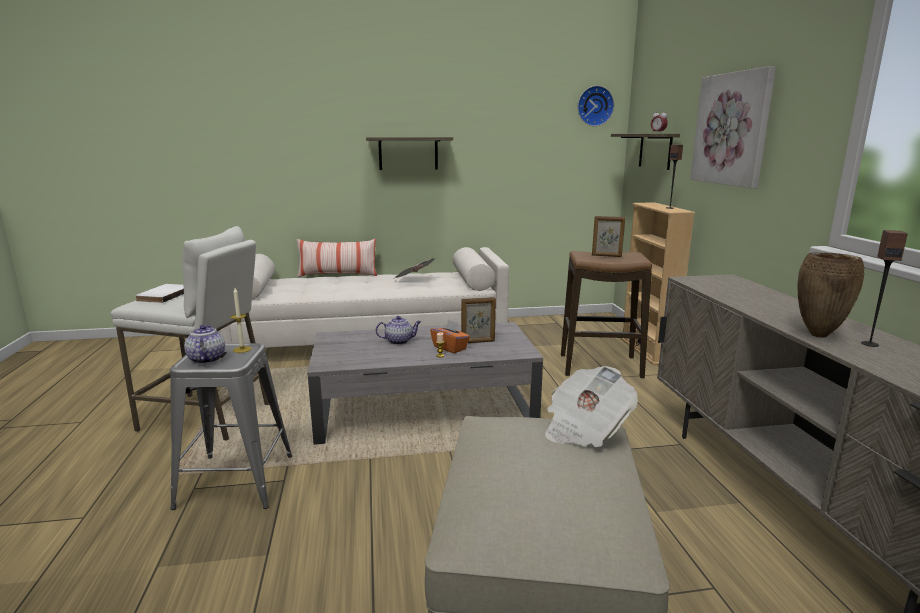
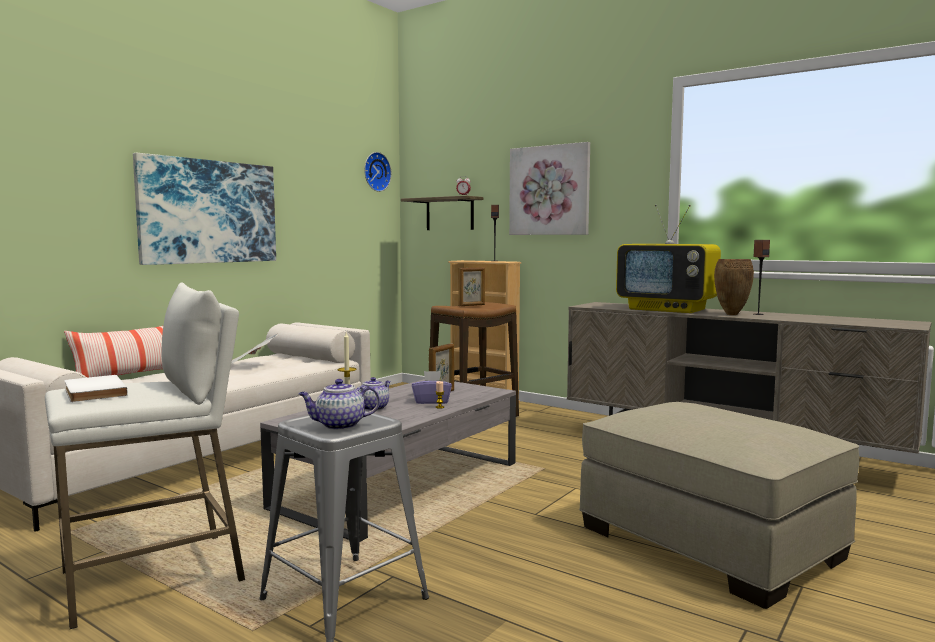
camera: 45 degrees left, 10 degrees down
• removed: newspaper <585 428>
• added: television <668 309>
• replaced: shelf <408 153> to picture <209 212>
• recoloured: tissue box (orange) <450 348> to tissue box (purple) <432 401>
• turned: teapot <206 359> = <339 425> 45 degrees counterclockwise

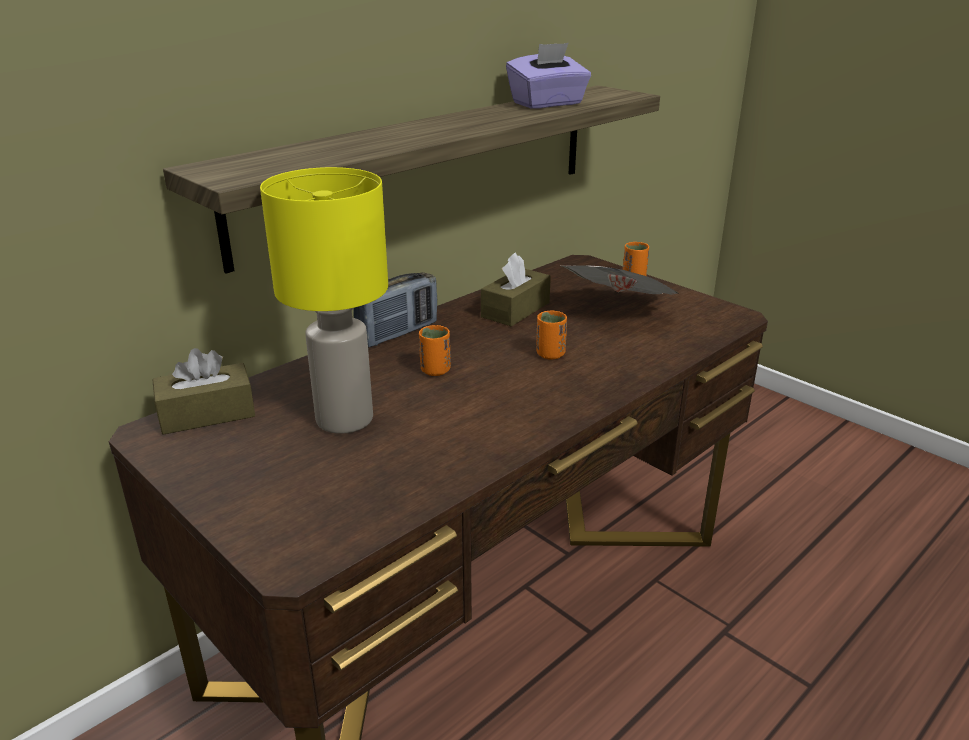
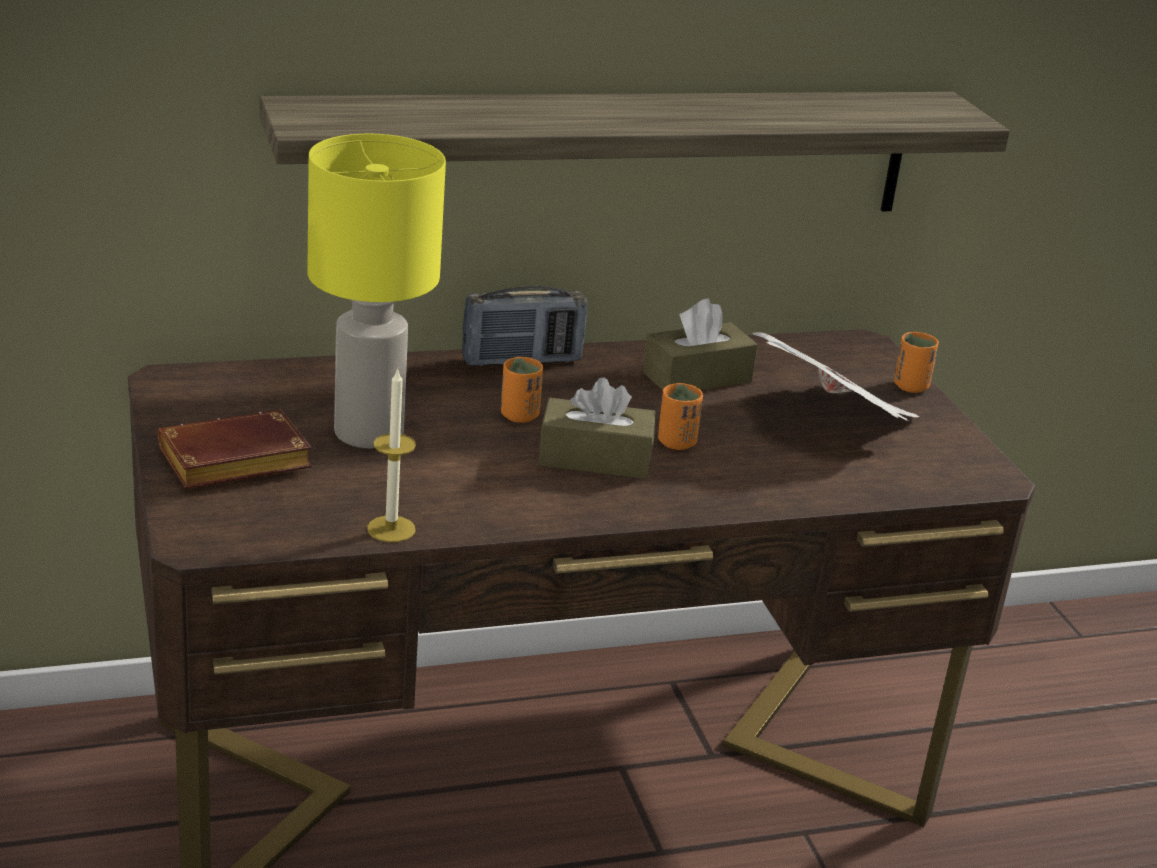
camera: 25 degrees right, 0 degrees up
• removed: tissue box (purple) <547 104>
• added: book (brown) <231 464>
• added: candle <391 529>
• moved: tissue box (brown) <207 414> to <595 458>

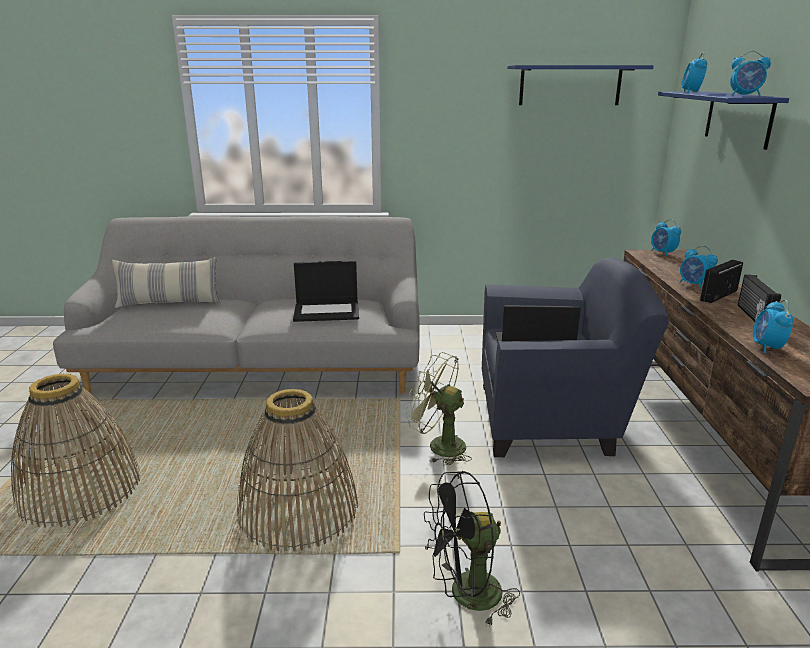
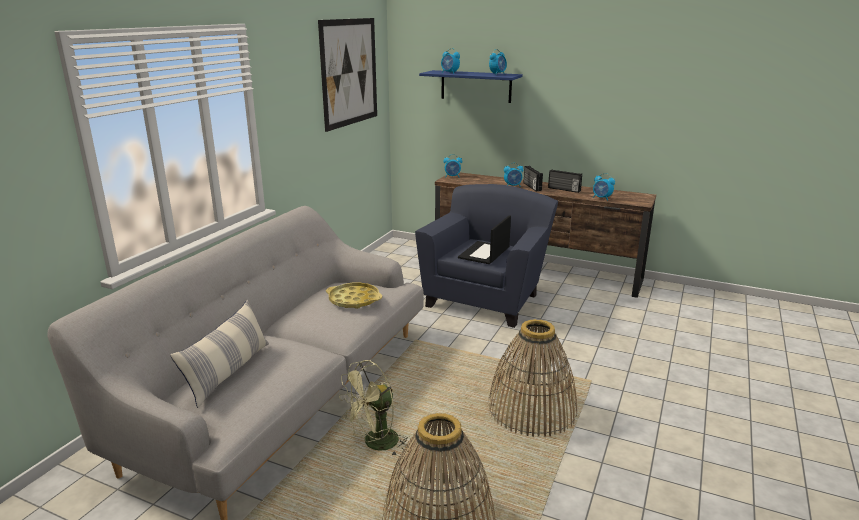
camera: 65 degrees left, 0 degrees up
• removed: fan (black) <466 596>
• moved: fan (green) <438 446> to <375 444>
• replaced: laptop <327 311> to tray (yellow) <354 300>
• replaced: shelf (blue) <570 85> to picture <349 72>

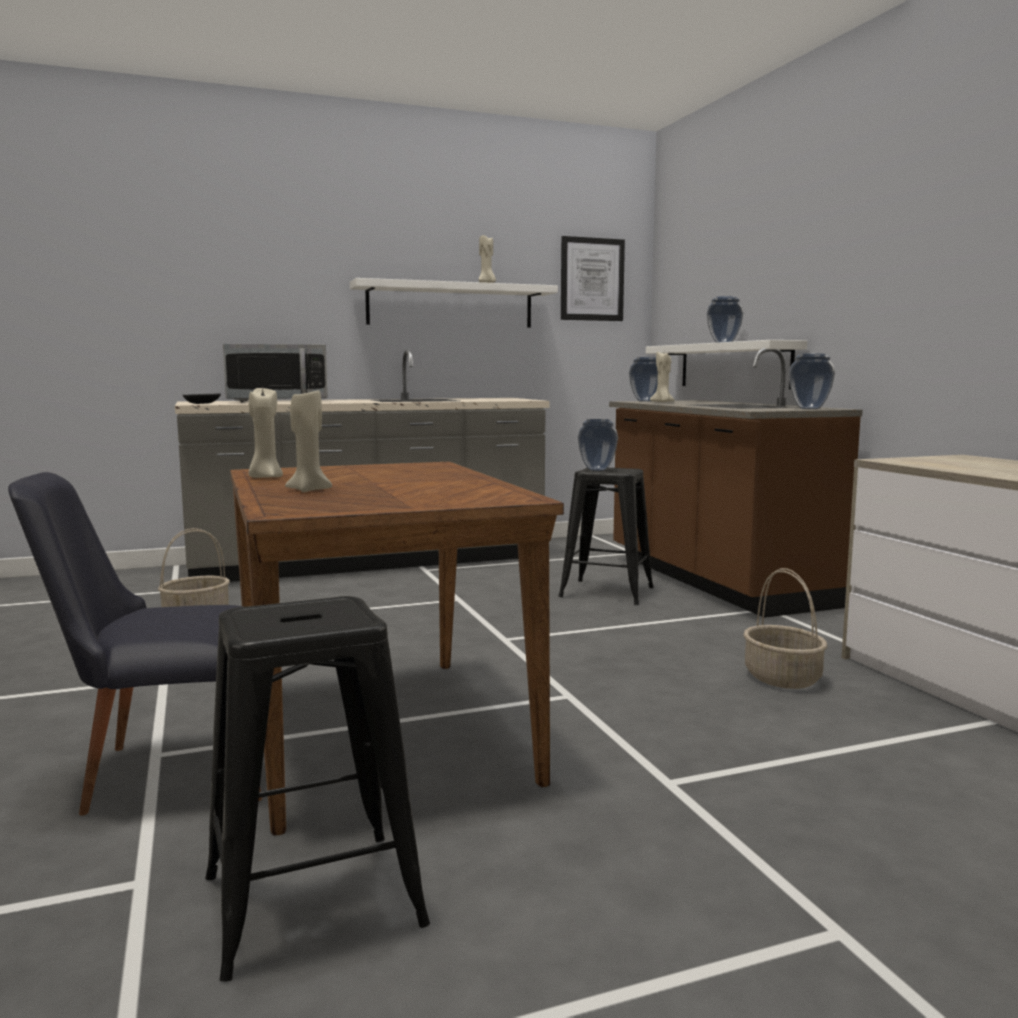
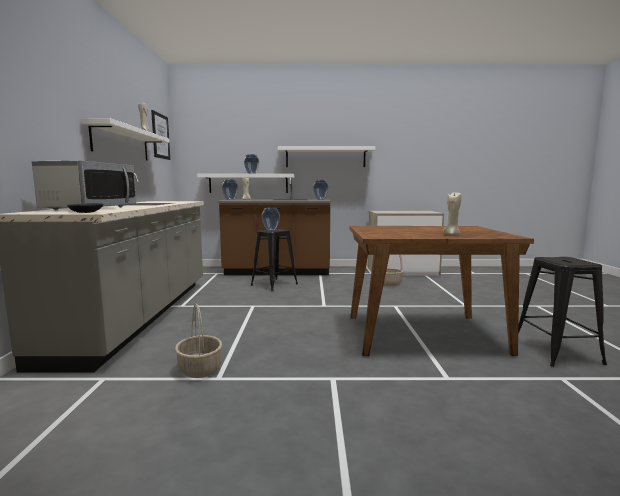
camera: 70 degrees left, 0 degrees up
• removed: chair (black) <162 772>
• removed: candle (beige) <265 477>
• added: shelf (white) <325 157>

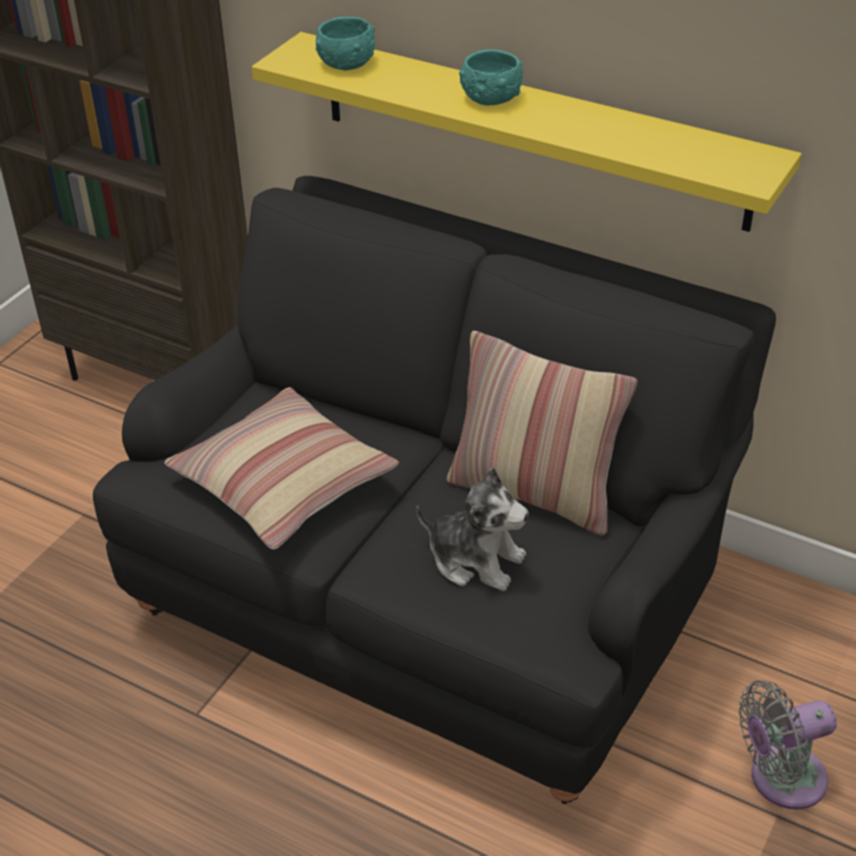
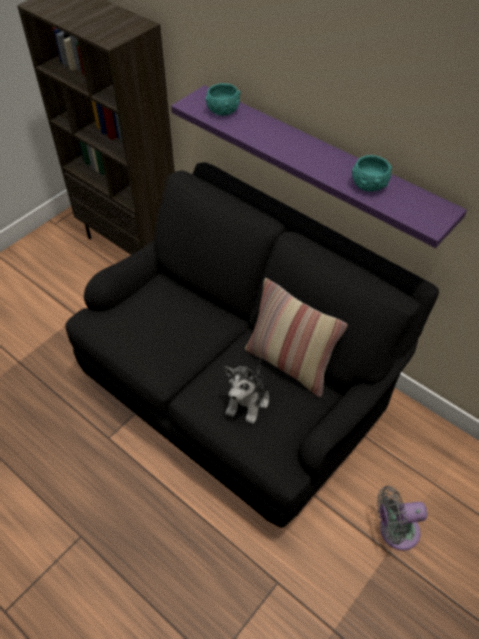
camera: 10 degrees right, 10 degrees up
• removed: pillow <283 482>
• moved: bowl (turquoise) <491 98> to <369 185>
• recoloured: shelf (yellow) <530 130> to shelf (purple) <319 163>
• turned: plush toy <475 560> = <248 400> 75 degrees clockwise

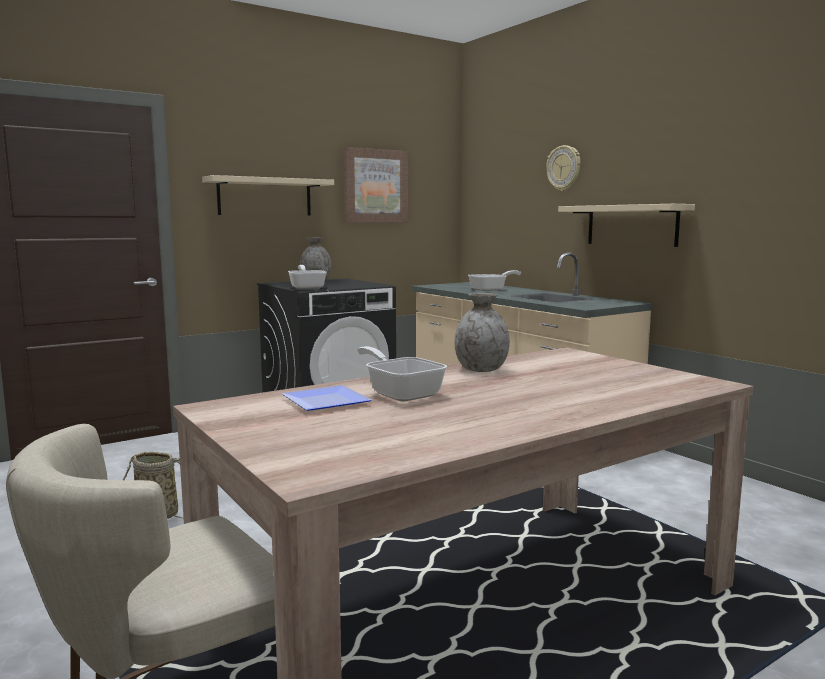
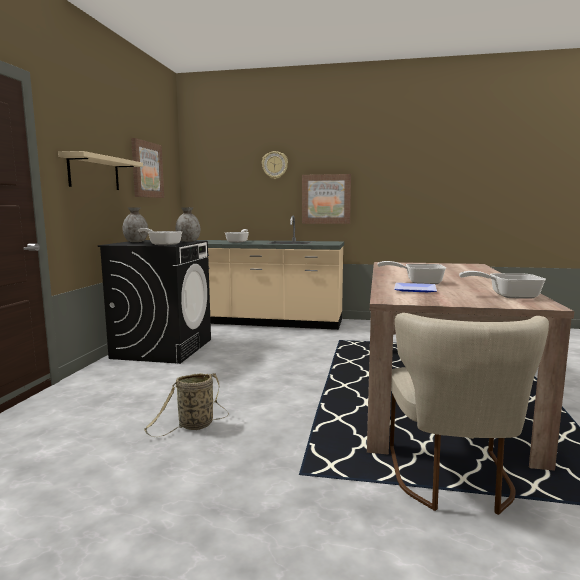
camera: 45 degrees left, 0 degrees up
• added: frying pan <507 296>
• moved: vase (grey) <481 369> to <188 241>
• replaced: shelf (beige) <631 225> to picture <326 199>

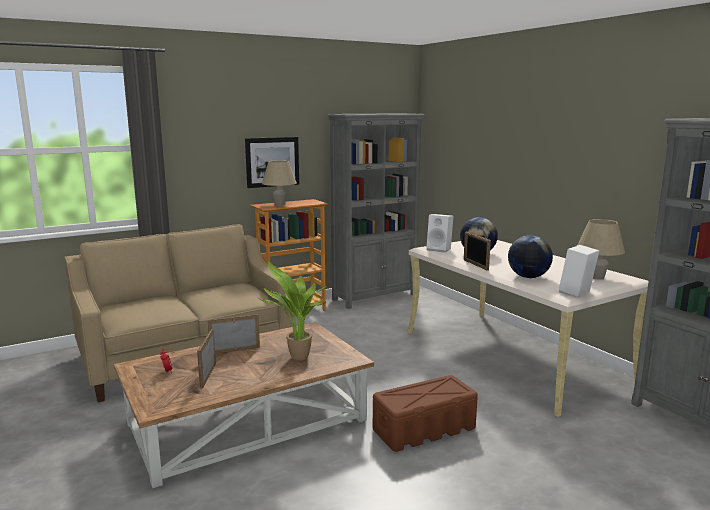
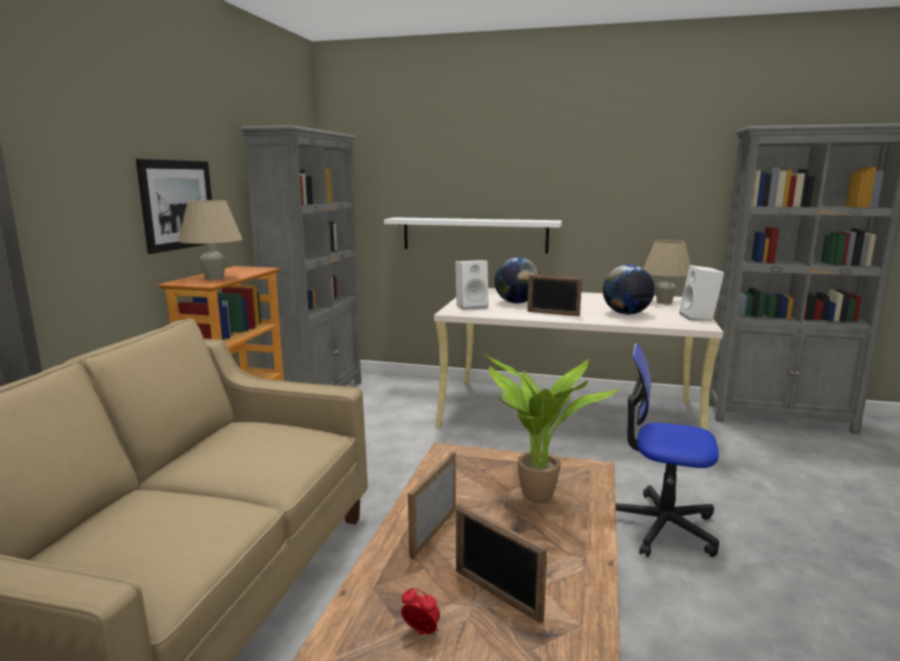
camera: 45 degrees left, 0 degrees up
• added: shelf (white) <474 235>
• replaced: storage box (brown) <424 429> to office chair <661 526>

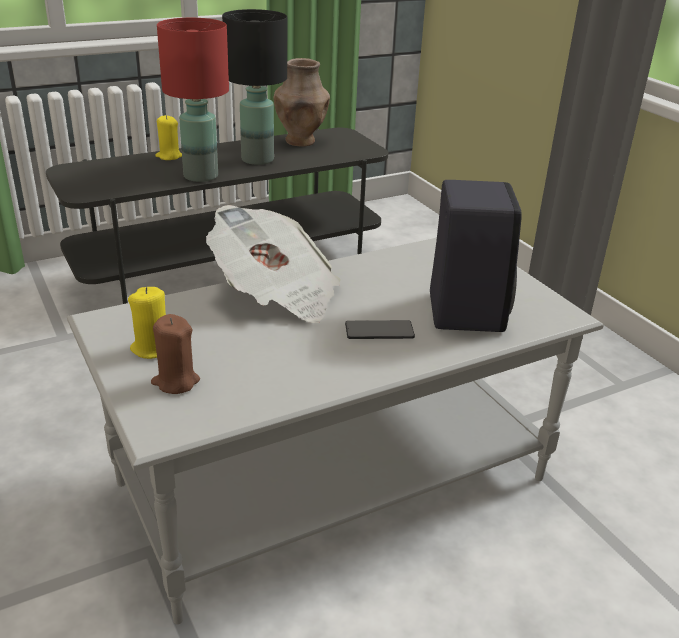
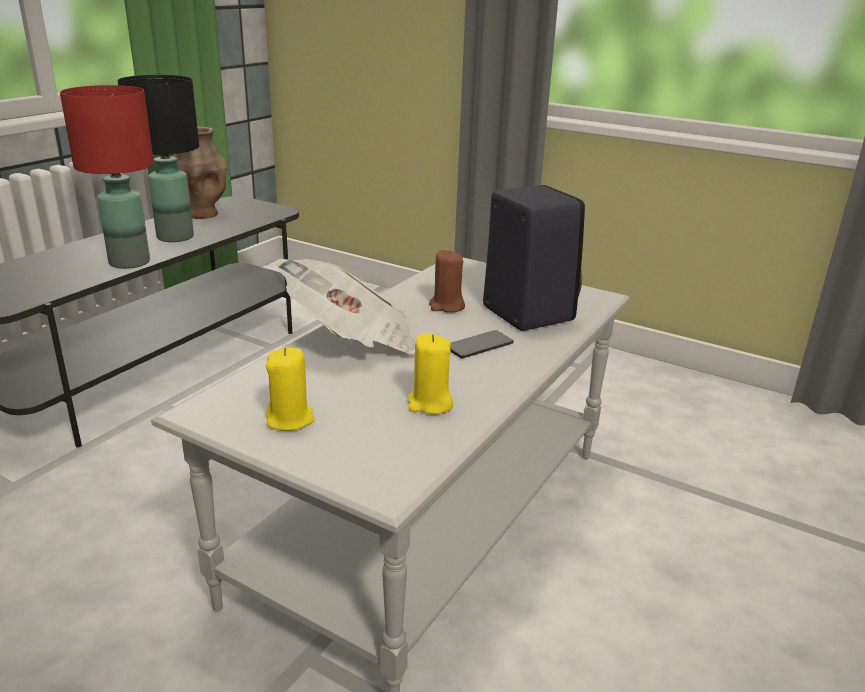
camera: 30 degrees left, 5 degrees down
• moved: candle (brown) <175 381> to <446 306>
• moved: candle (yellow) <169 156> to <430 404>

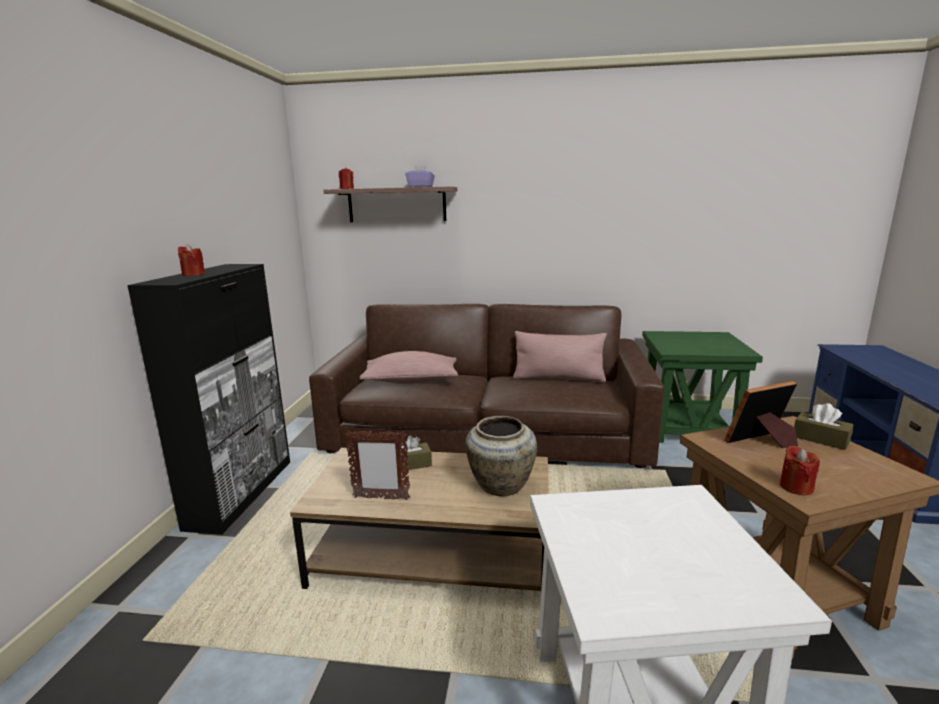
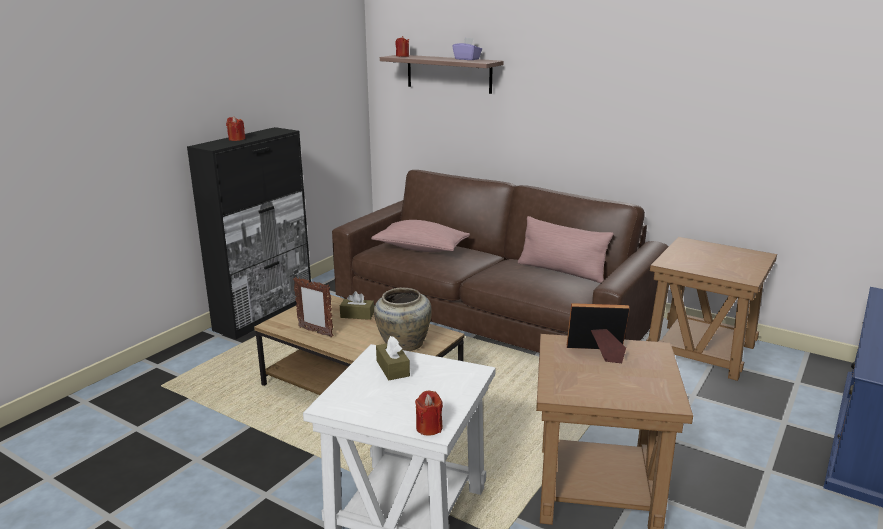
camera: 25 degrees right, 5 degrees up
• moved: candle (red) <796 487> to <429 428>
• moved: tissue box (brown) <820 439> to <392 368>
• recoloured: side table (green) <688 427> to side table (brown) <701 350>

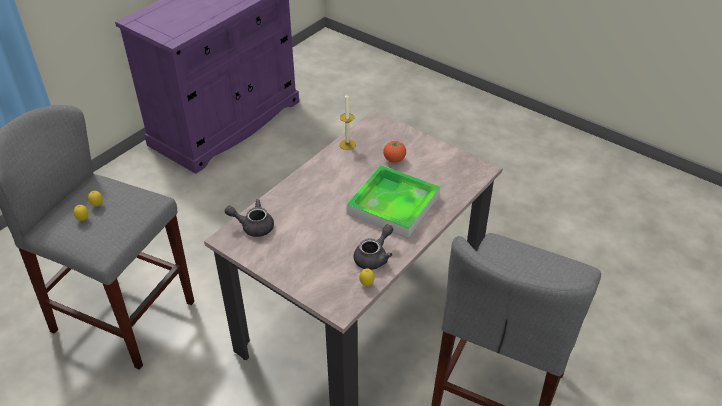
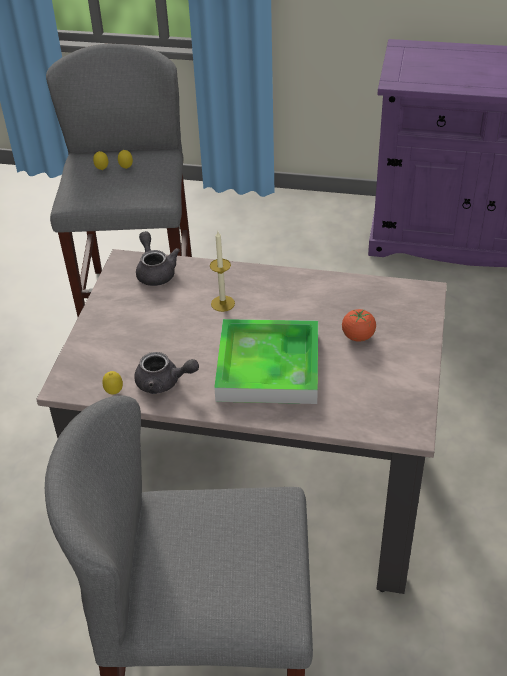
camera: 65 degrees right, 0 degrees up
• moved: candle <347 144> to <222 303>

